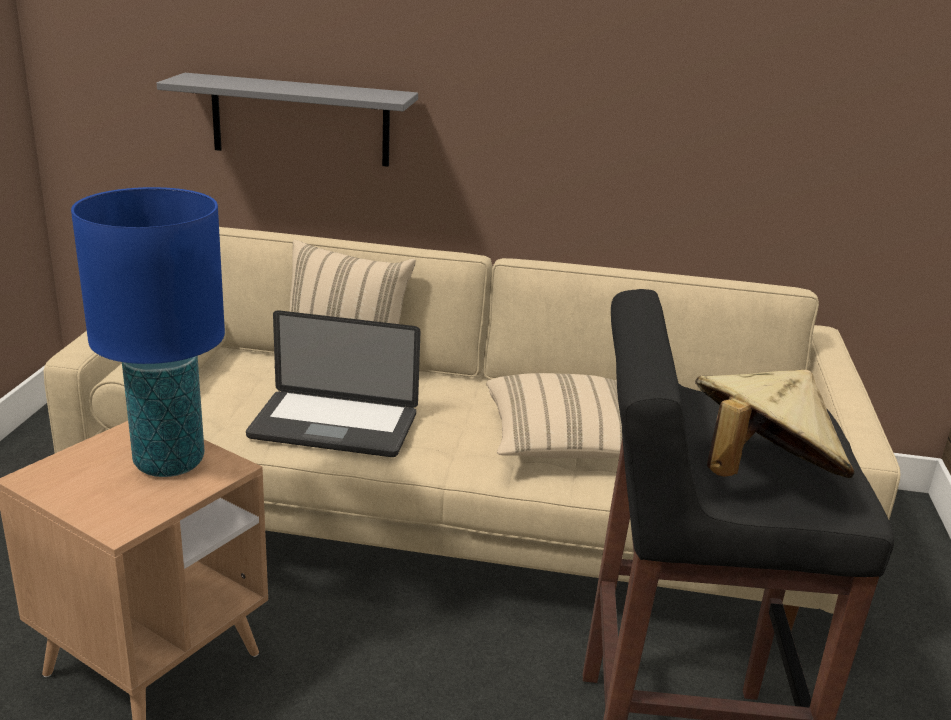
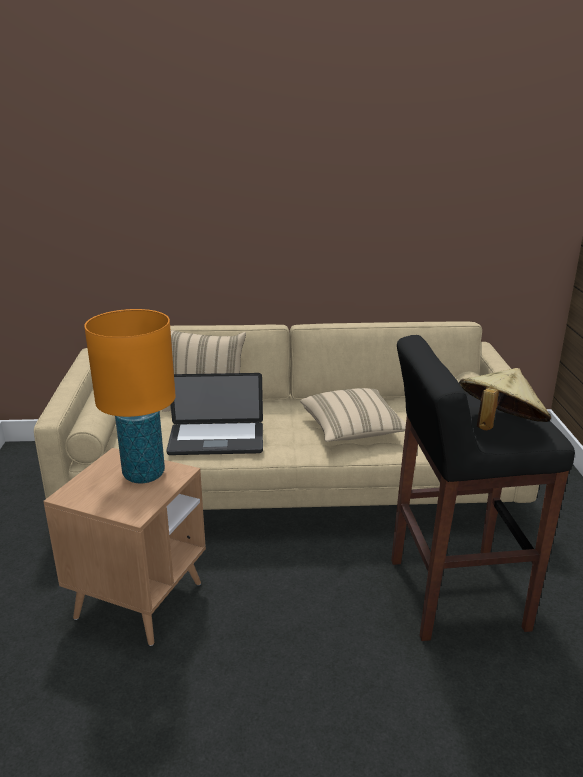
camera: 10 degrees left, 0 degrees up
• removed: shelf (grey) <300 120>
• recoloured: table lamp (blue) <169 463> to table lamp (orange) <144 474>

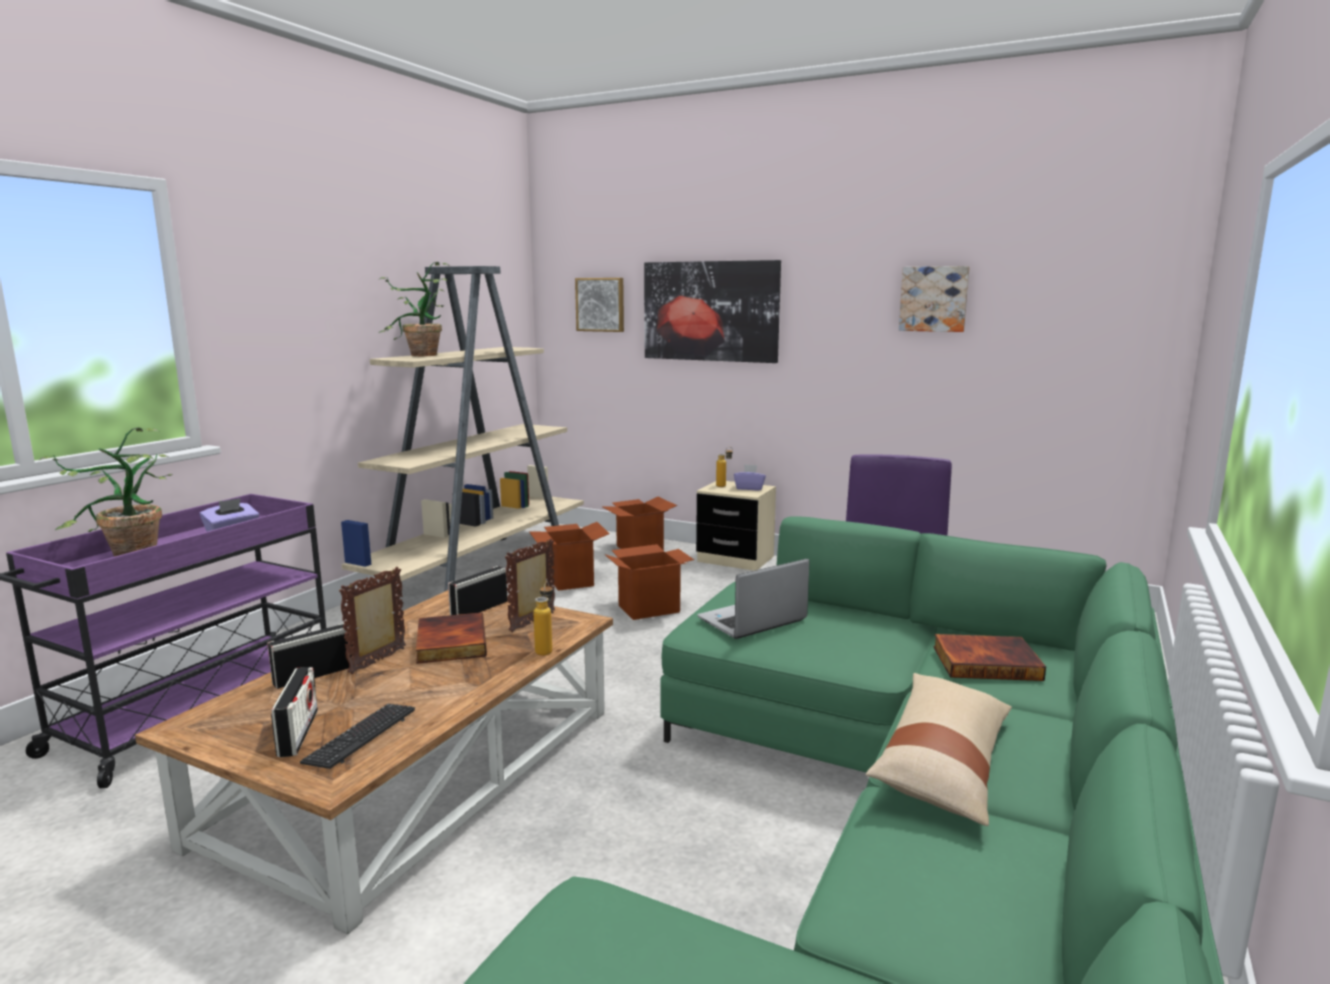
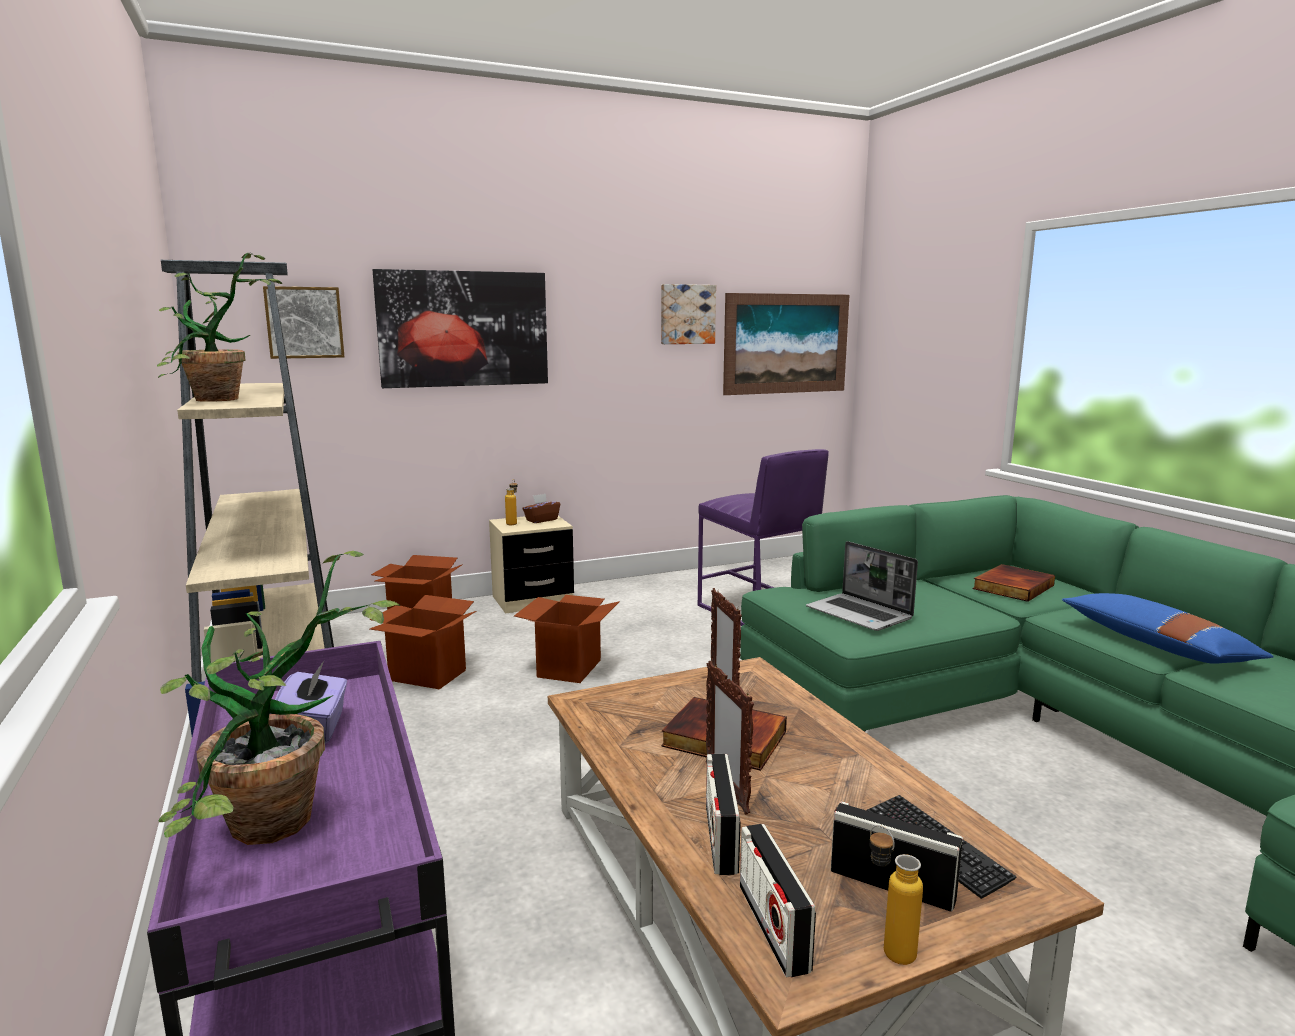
camera: 50 degrees left, 0 degrees up
• added: picture <786 343>
• moved: radio <479 609> to <773 927>
• moved: bottle <545 649> to <887 946>
• recoloured: tissue box (purple) <749 488> to tissue box (brown) <541 520>
• recoloured: pillow (beige) <943 763> to pillow (blue) <1156 645>
• turned: laptop <751 621> = <860 614> 45 degrees counterclockwise

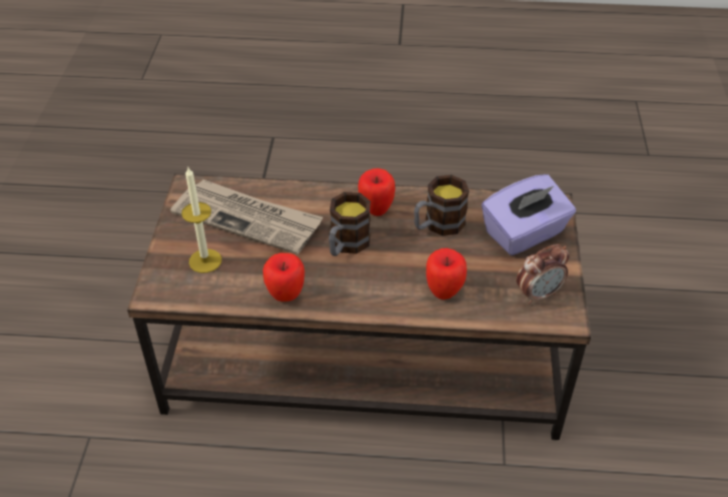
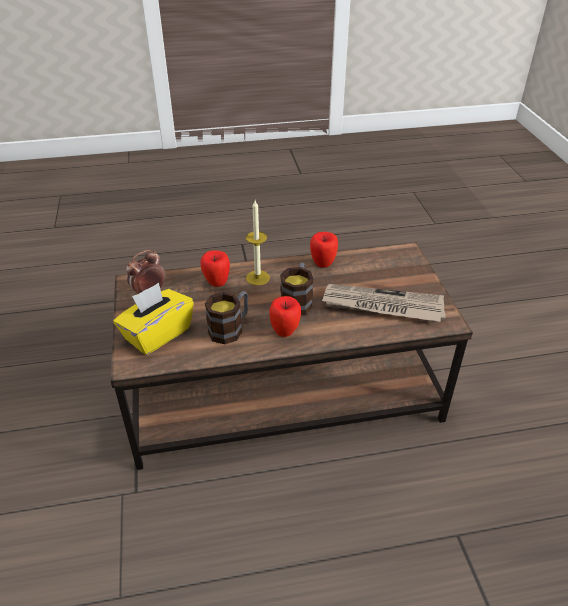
camera: 165 degrees right, 5 degrees down
• moved: candle <205 261> to <257 278>
• recoloured: tissue box (purple) <524 234> to tissue box (yellow) <157 334>

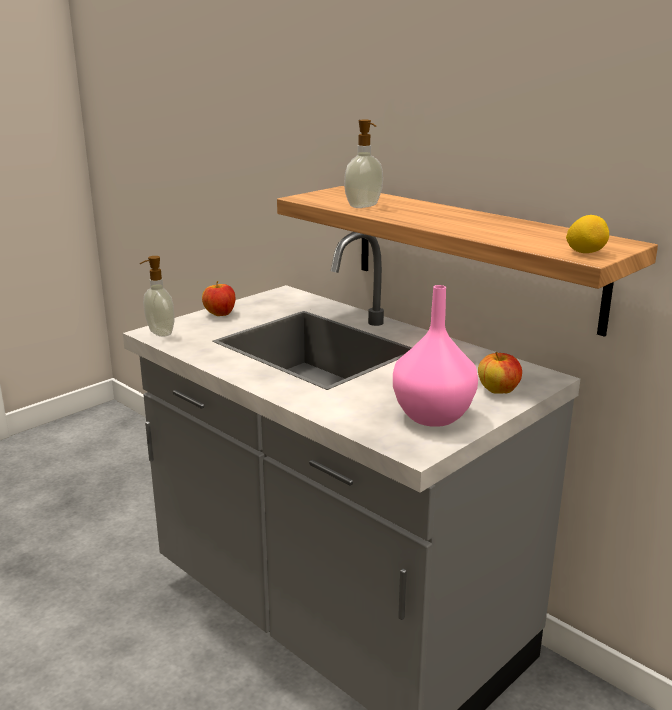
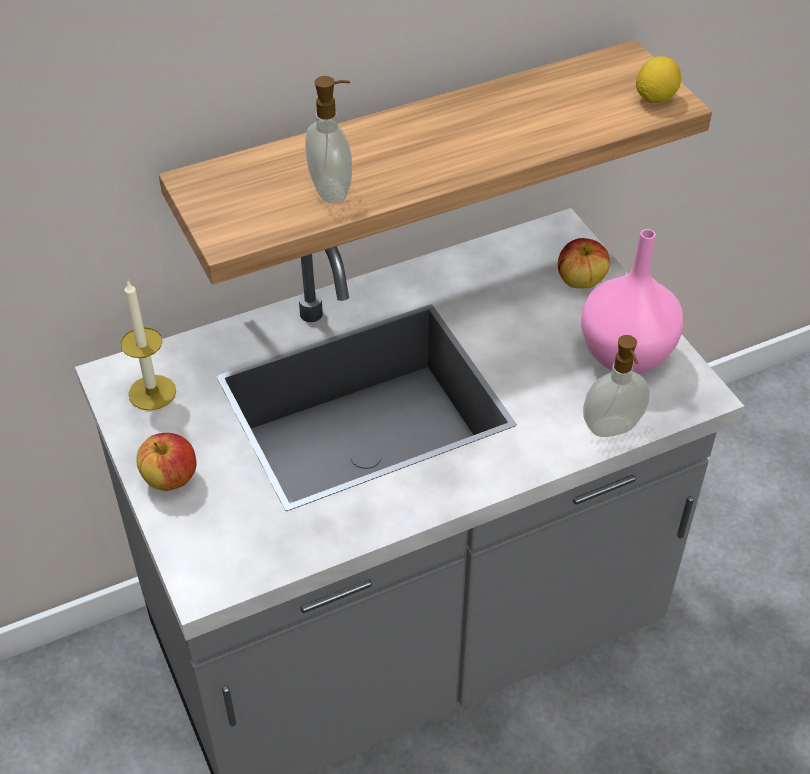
camera: 70 degrees left, 25 degrees up
• added: candle <152 392>
• moved: soap dispenser <159 333> to <612 429>

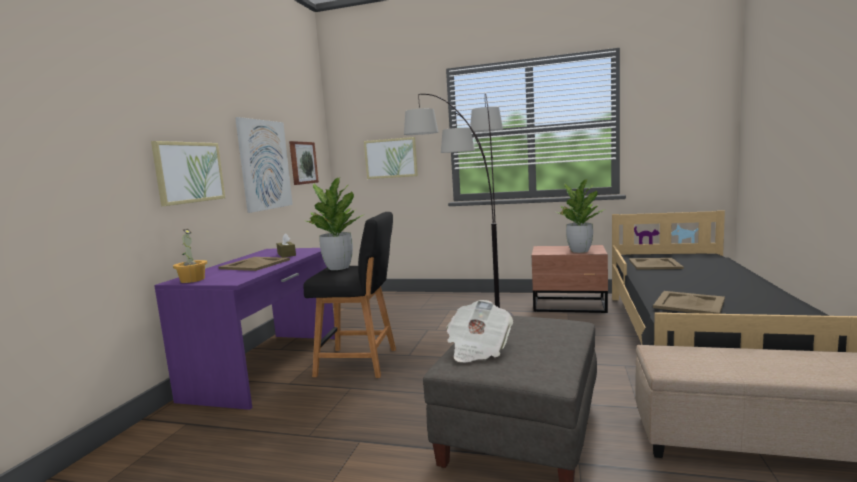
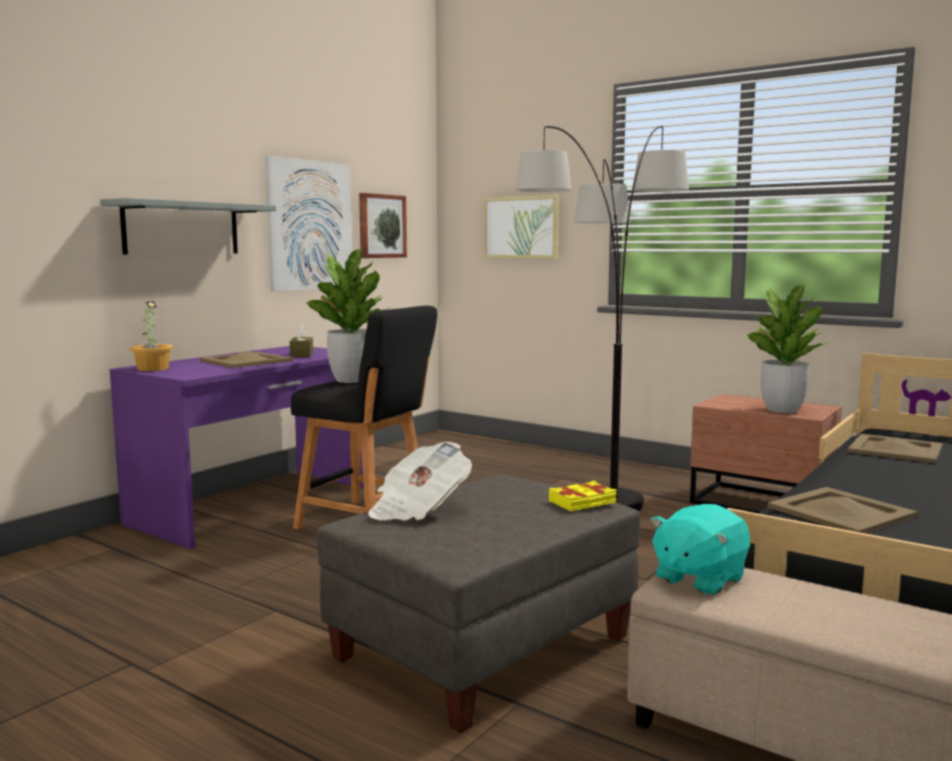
camera: 20 degrees right, 0 degrees up
• added: book (yellow) <583 502>
• added: plush toy (turquoise) <698 579>
• replaced: picture <189 172> to shelf (grey) <181 228>

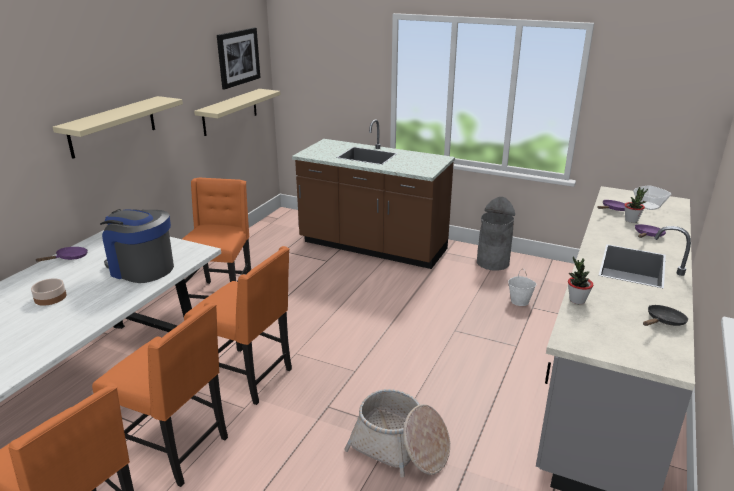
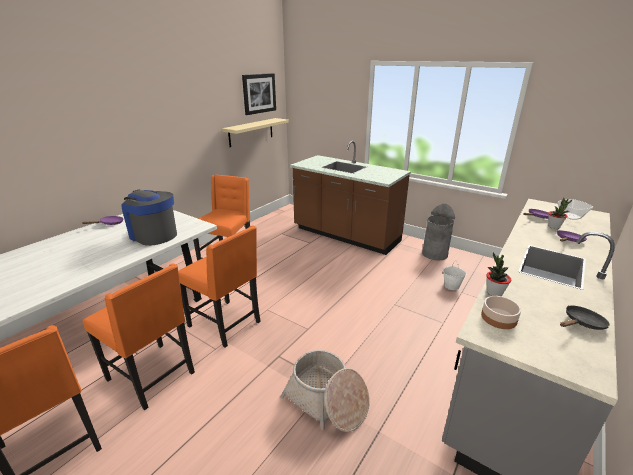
camera: 10 degrees right, 0 degrees up
• removed: shelf (beige) <113 126>
• moved: bowl <51 297> to <499 318>

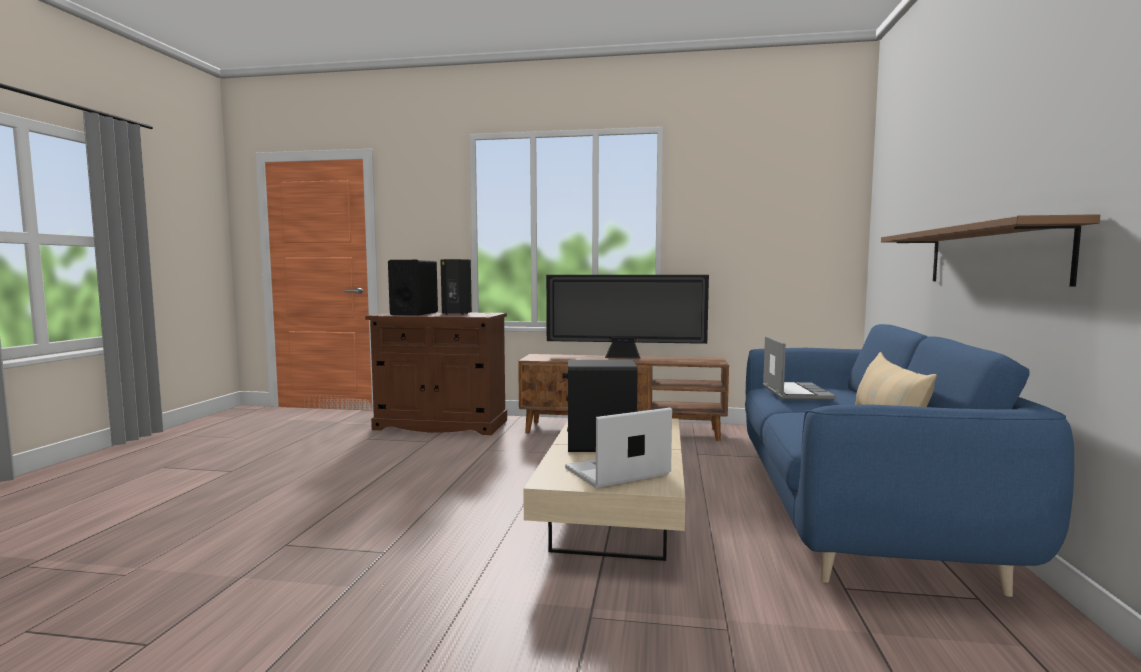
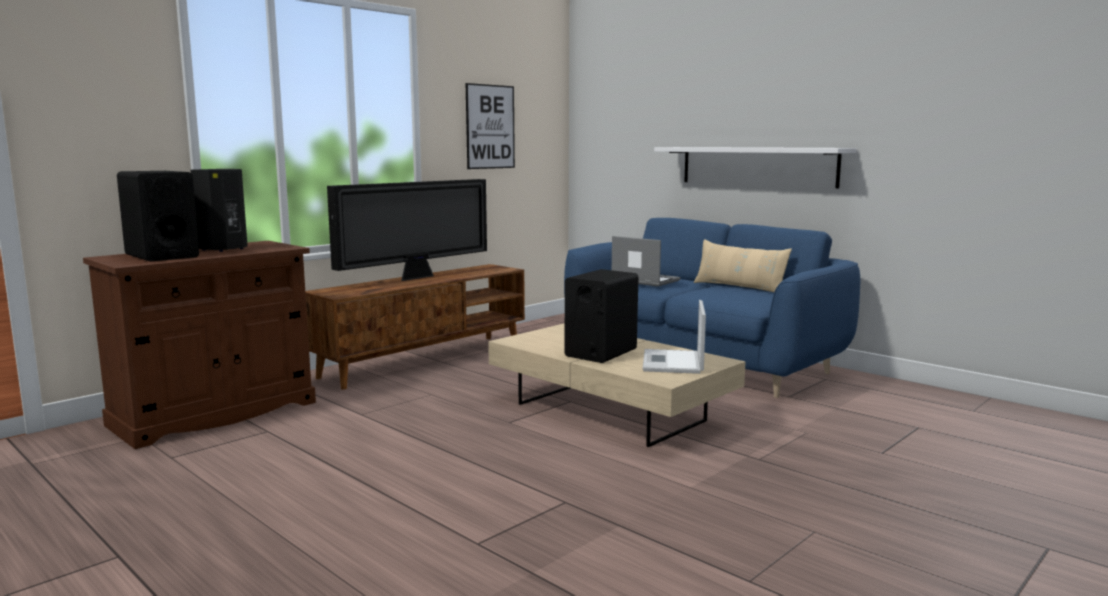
camera: 55 degrees left, 5 degrees up
• added: picture <490 127>
• recoloured: shelf (brown) <992 255> to shelf (white) <757 166>

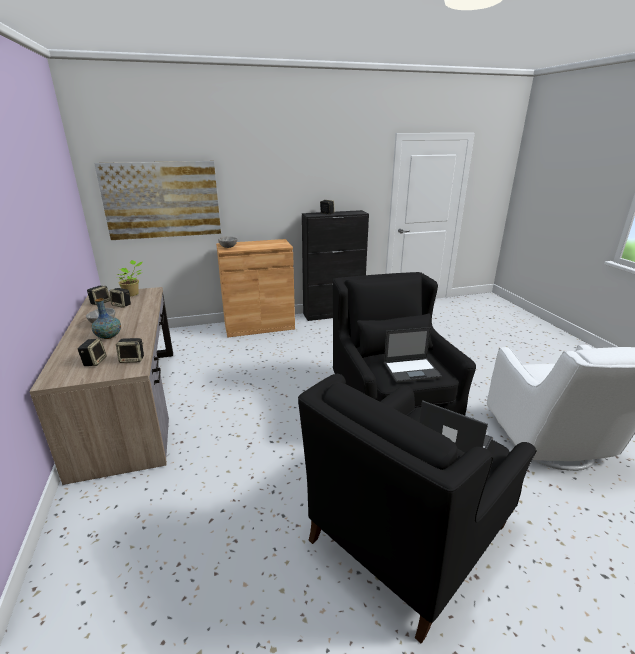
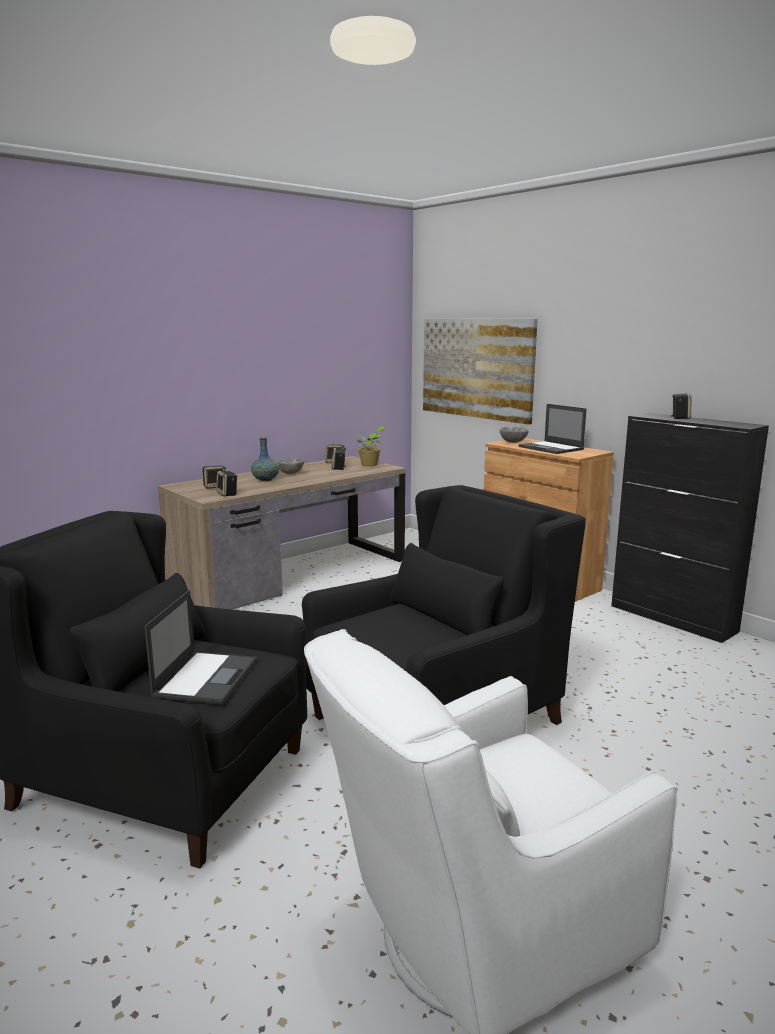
camera: 65 degrees right, 10 degrees down
• moved: laptop <412 370> to <551 448>

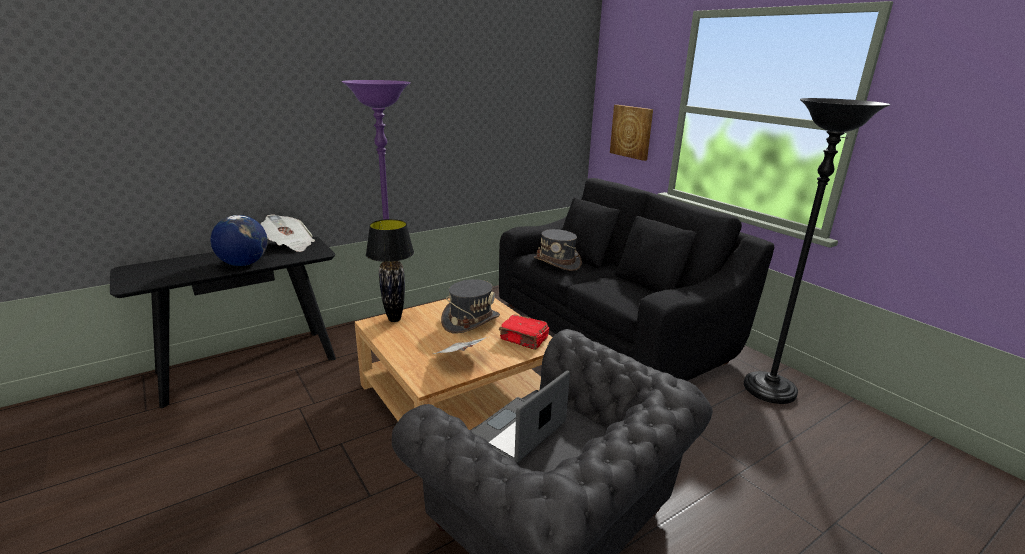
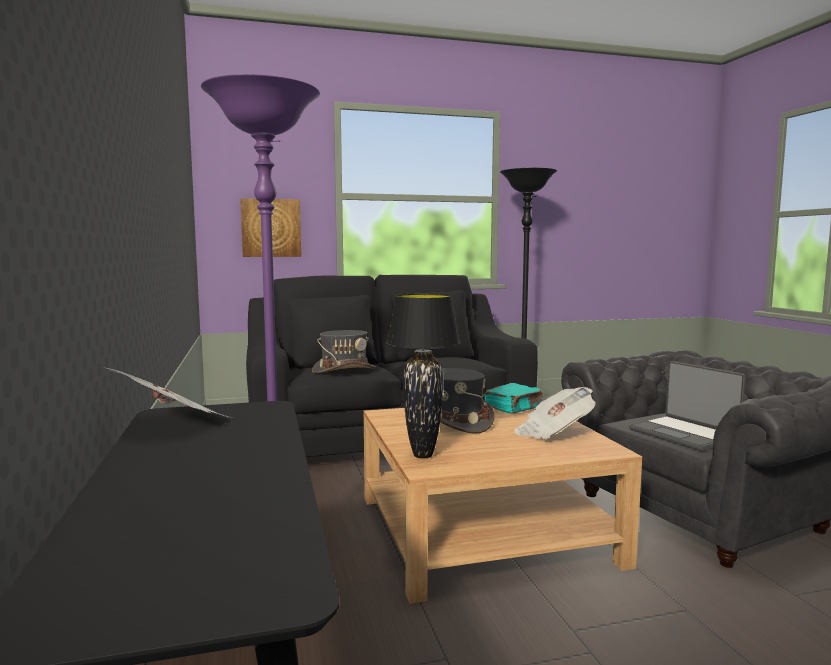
camera: 70 degrees left, 15 degrees down
• removed: globe <243 264>
• recoloured: book (red) <524 339> to book (turquoise) <514 408>

